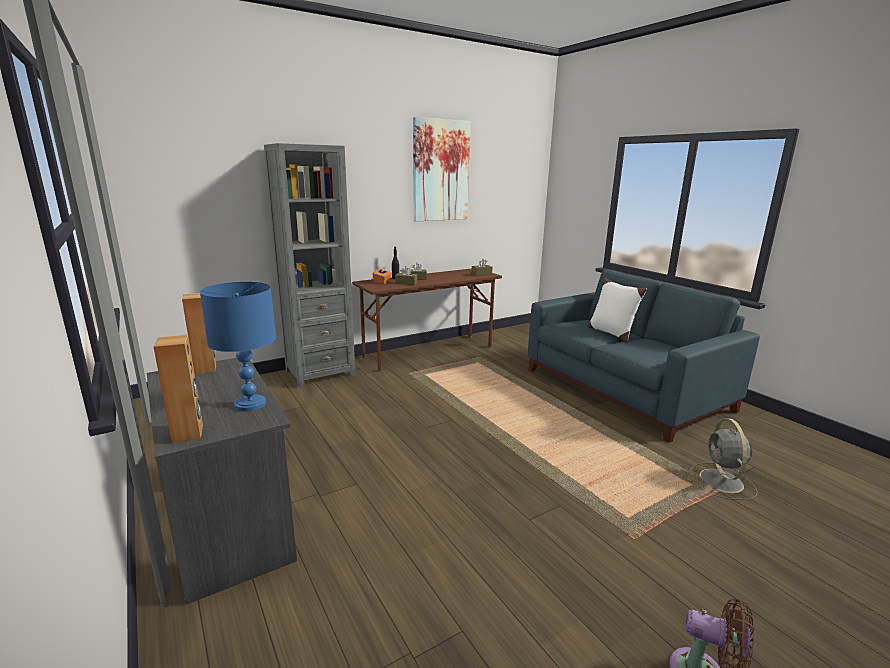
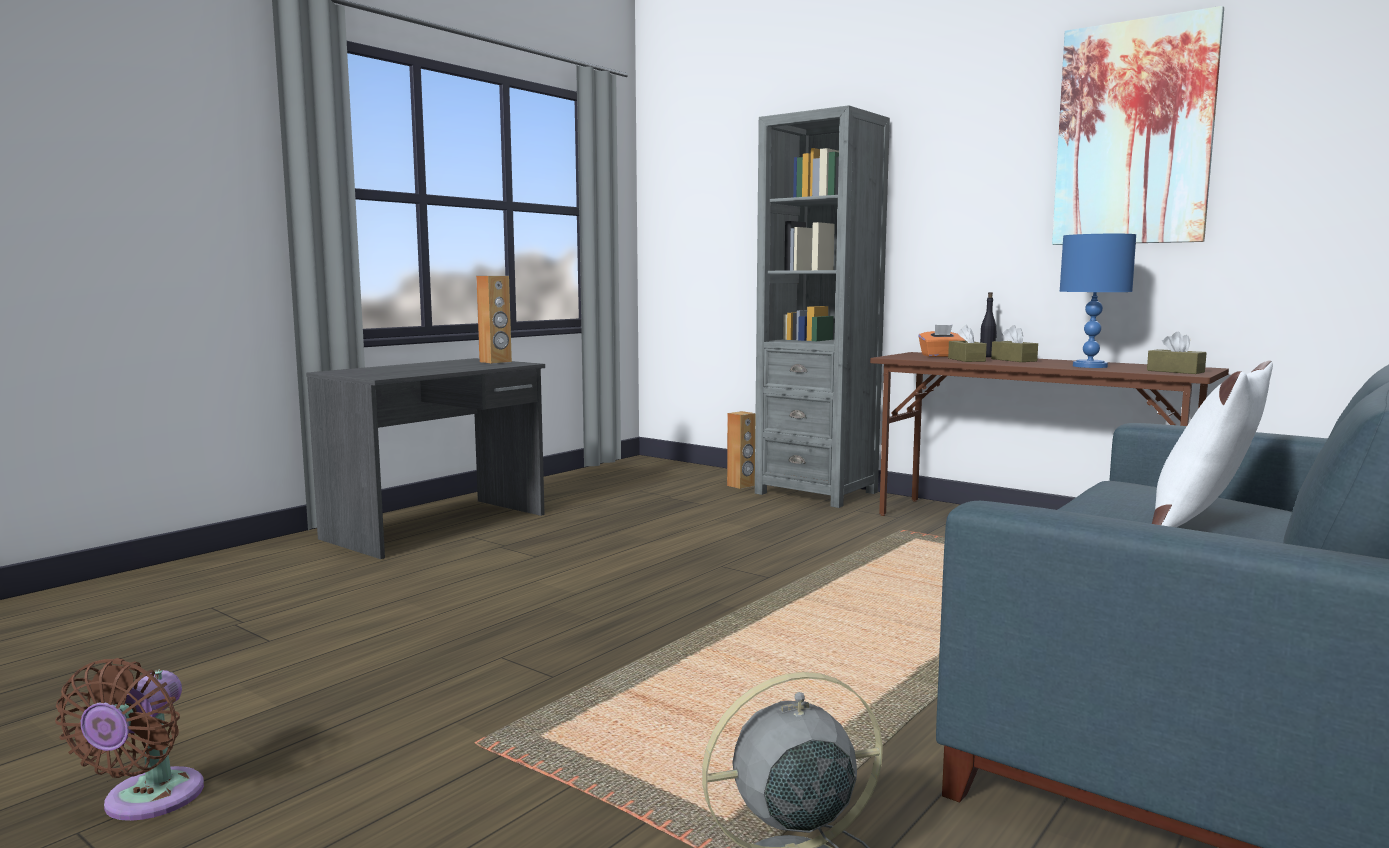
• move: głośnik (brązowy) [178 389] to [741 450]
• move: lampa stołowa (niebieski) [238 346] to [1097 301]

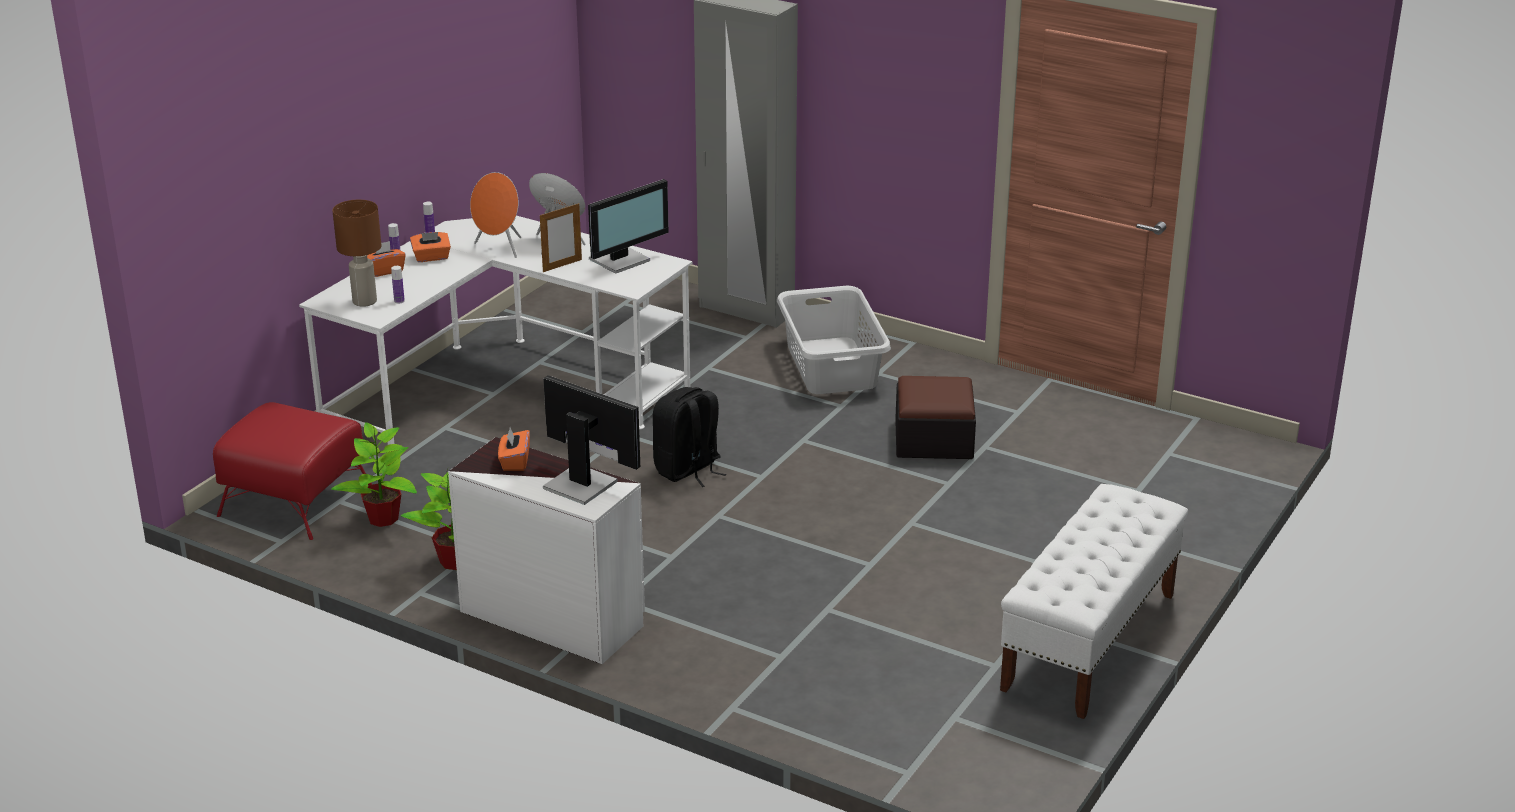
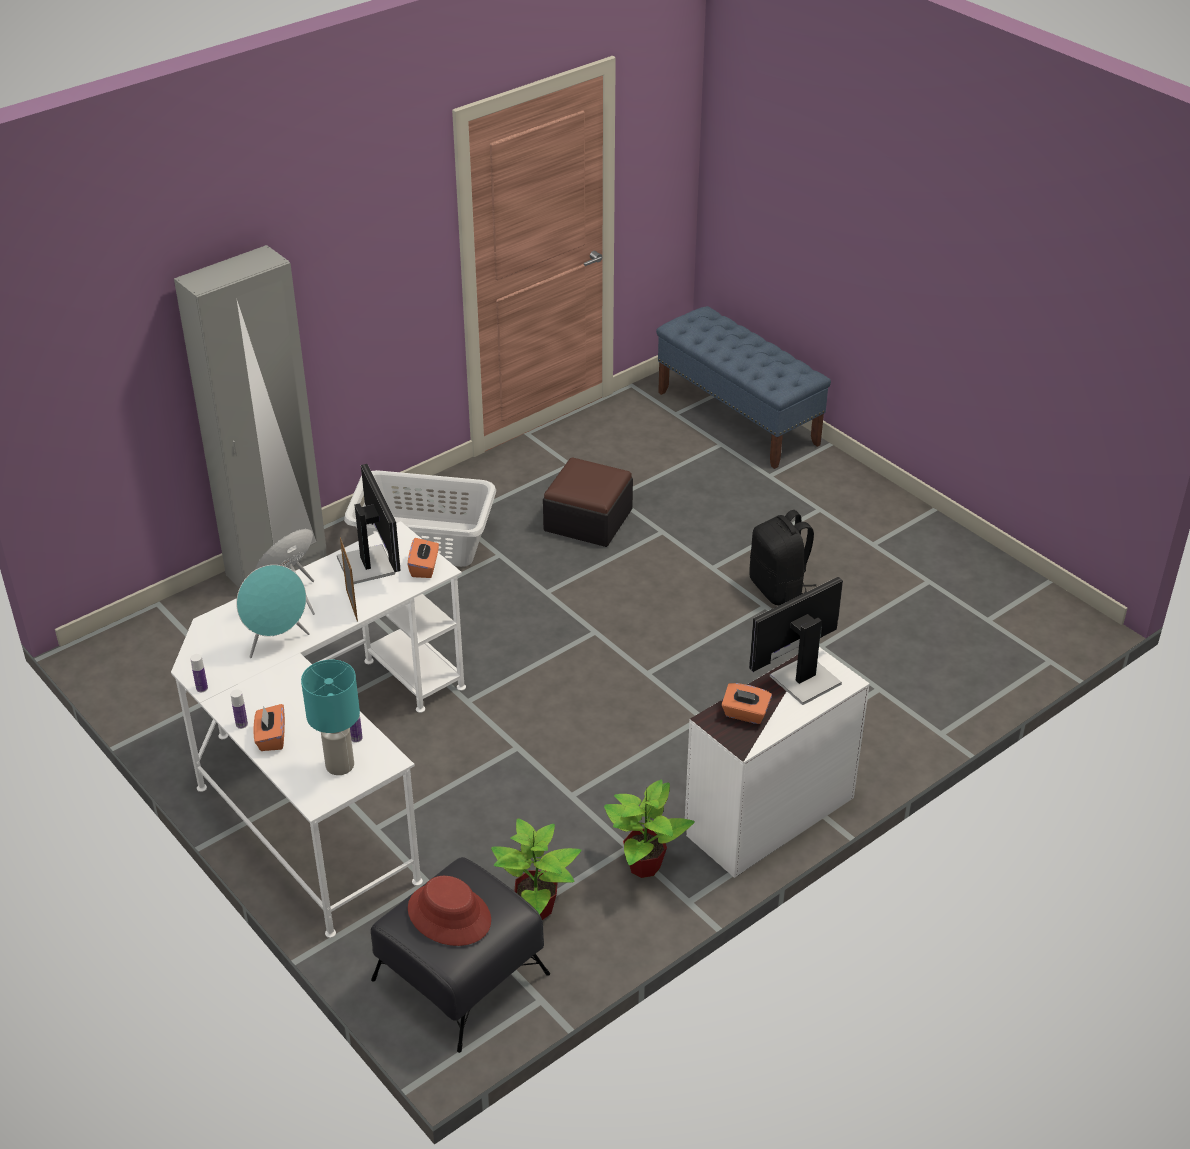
• delete: ławka (biały) [1094 601]
• insert: kapelusz (czerwony) [449 911]
• insert: ławka (niebieski) [743 387]
• move: pudełko chusteczek (pomarańczowy) [430 247] to [423 558]
• move: plecak (czarny) [689 437] to [782 558]
• recolor: pufa (czerwony) [292 471] to pufa (czarny) [460 955]
• recolor: lampa stołowa (brązowy) [357 253] to lampa stołowa (turkusowy) [330 717]
• recolor: głośnik (pomarańczowy) [495 215] to głośnik (turkusowy) [273 611]

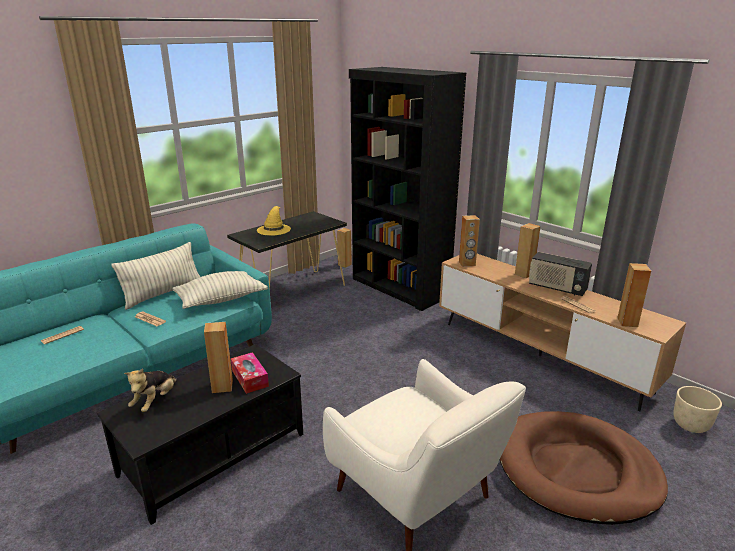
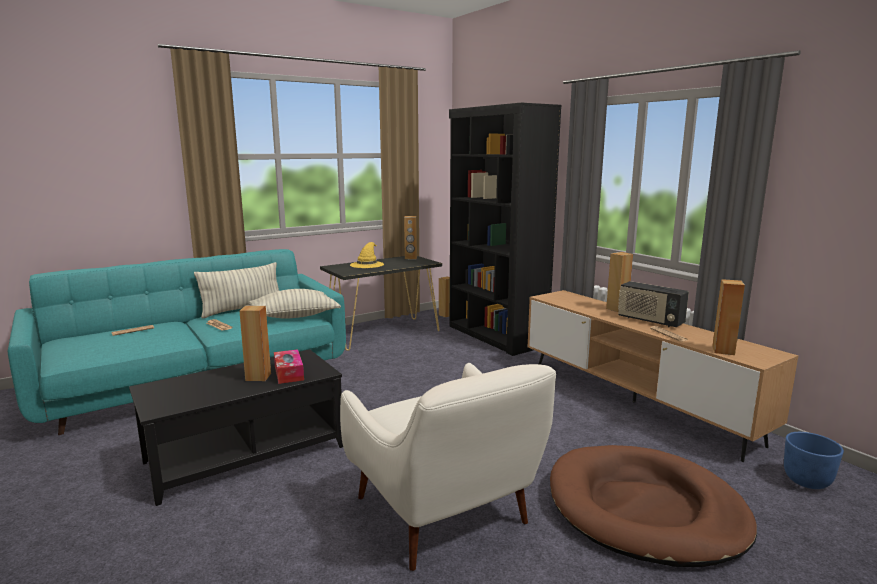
• delete: pluszak [150 390]
• move: głośnik (brązowy) [469 241] to [410 237]
• recolor: donica (beżowy) [697 409] to donica (niebieski) [814 460]

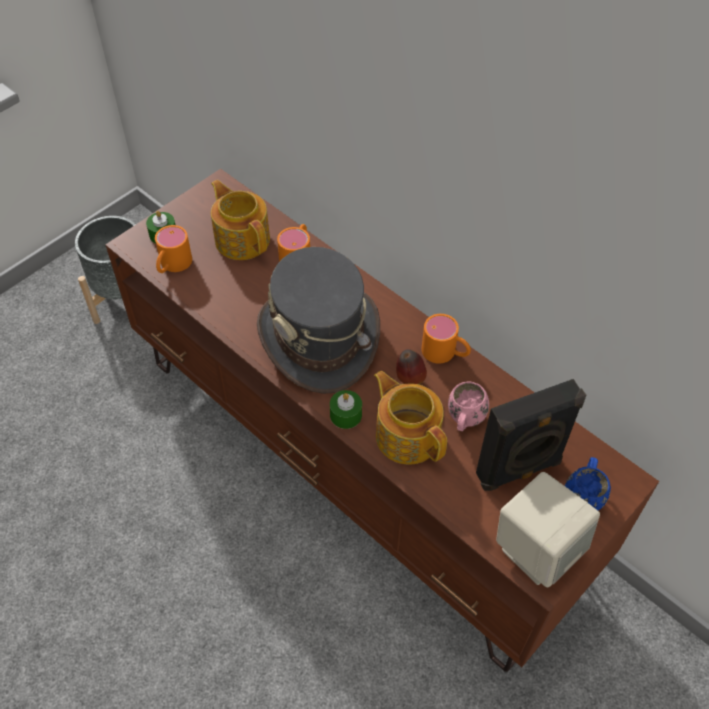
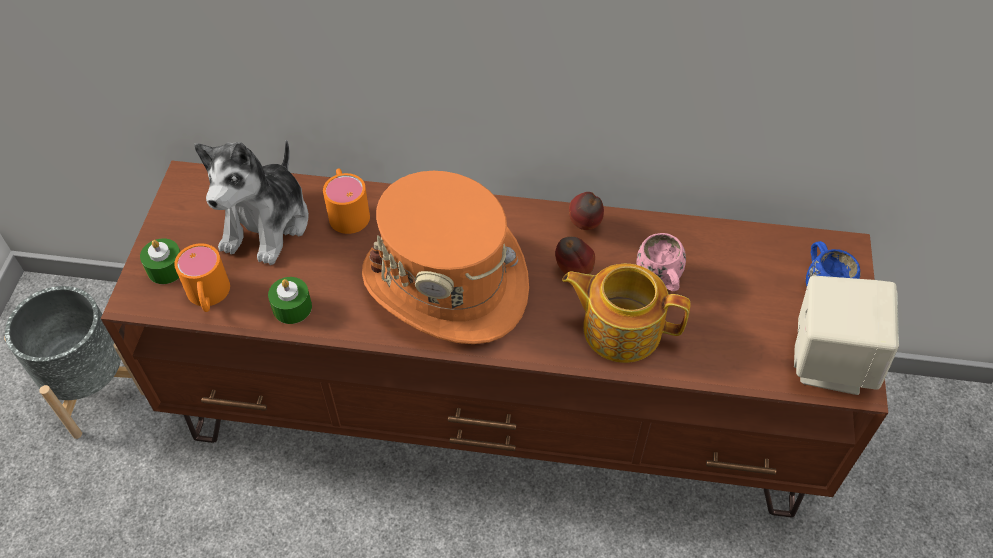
• delete: głośnik (czarny) [531 435]
• move: świeca (zielony) [346 409] to [290 300]
• replace: imbryk [240 220] to pluszak [251 202]
• replace: kubek (pomarańczowy) [446 339] to jabłko [586 211]
• recolor: kapelusz (szary) [318 320] to kapelusz (pomarańczowy) [445 257]

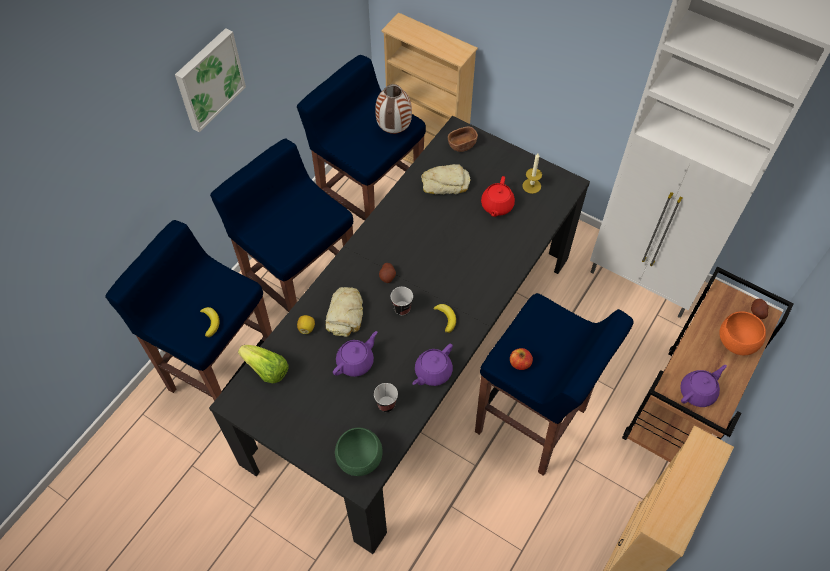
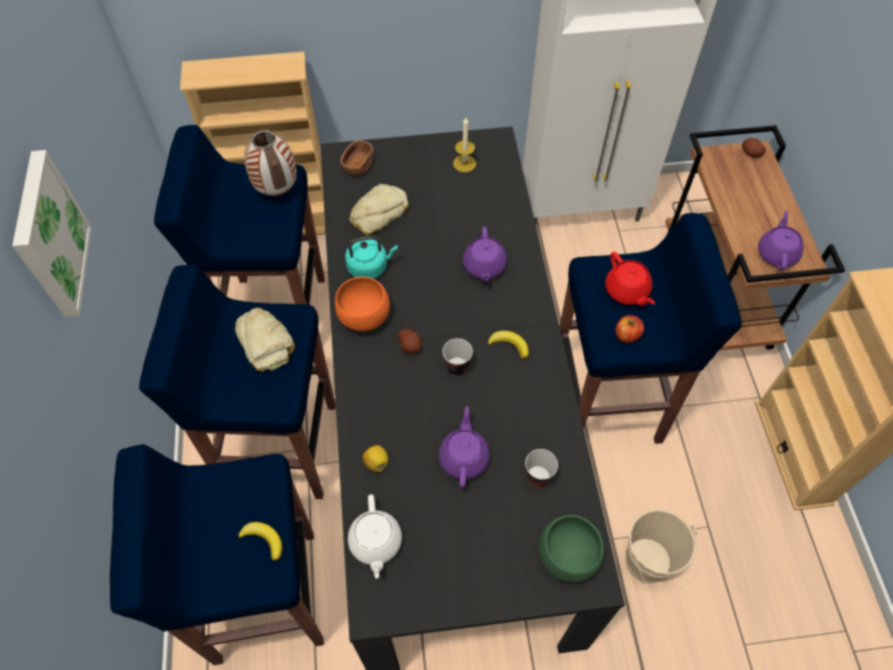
• insert: czajnik (turkusowy) [371 257]
• insert: wiadro (beżowy) [662 550]
• move: chleb [344 312] to [265 340]
• move: imbryk (fioletowy) [432 365] to [485 254]
• move: imbryk (czerwony) [498 196] to [630 279]
• move: miska (pomarańczowy) [742 333] to [362 304]
• replace: sałata [263 364] to imbryk (biały) [375 536]

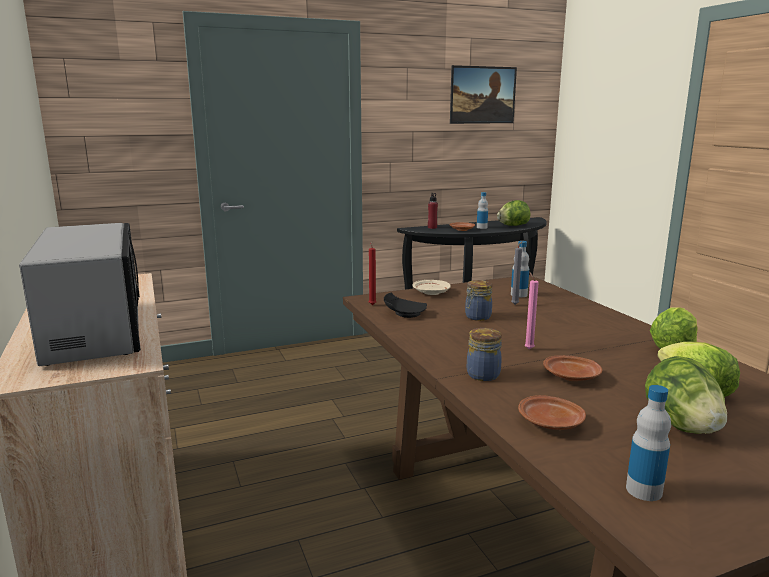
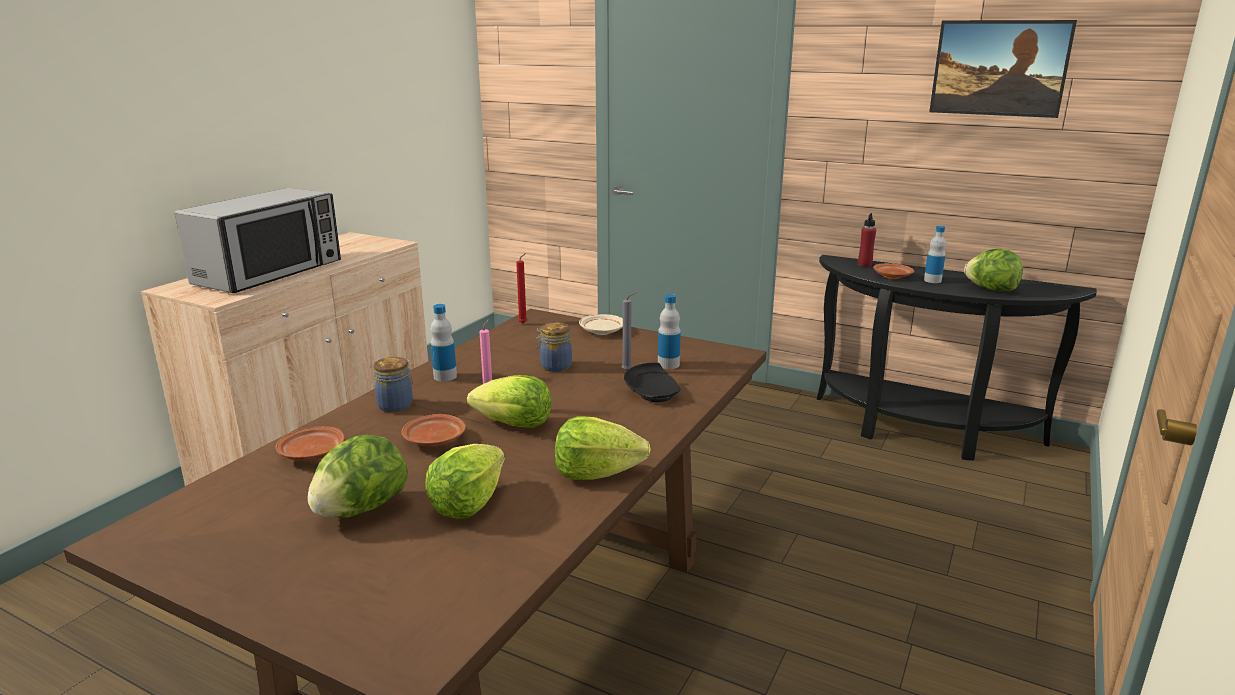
• insert: sałata [509 401]
• move: talerz (czarny) [405 305] to [652 382]
• move: butelka [648 443] to [444 342]

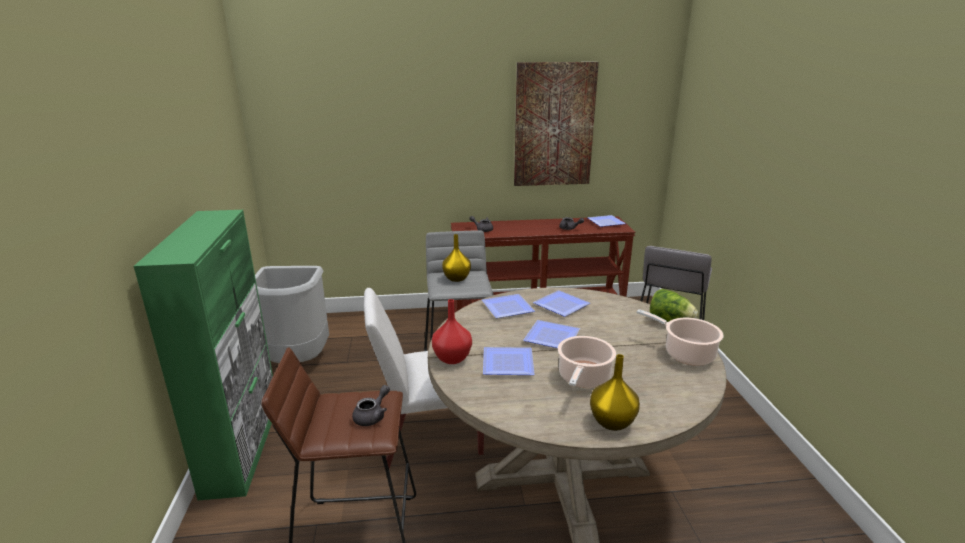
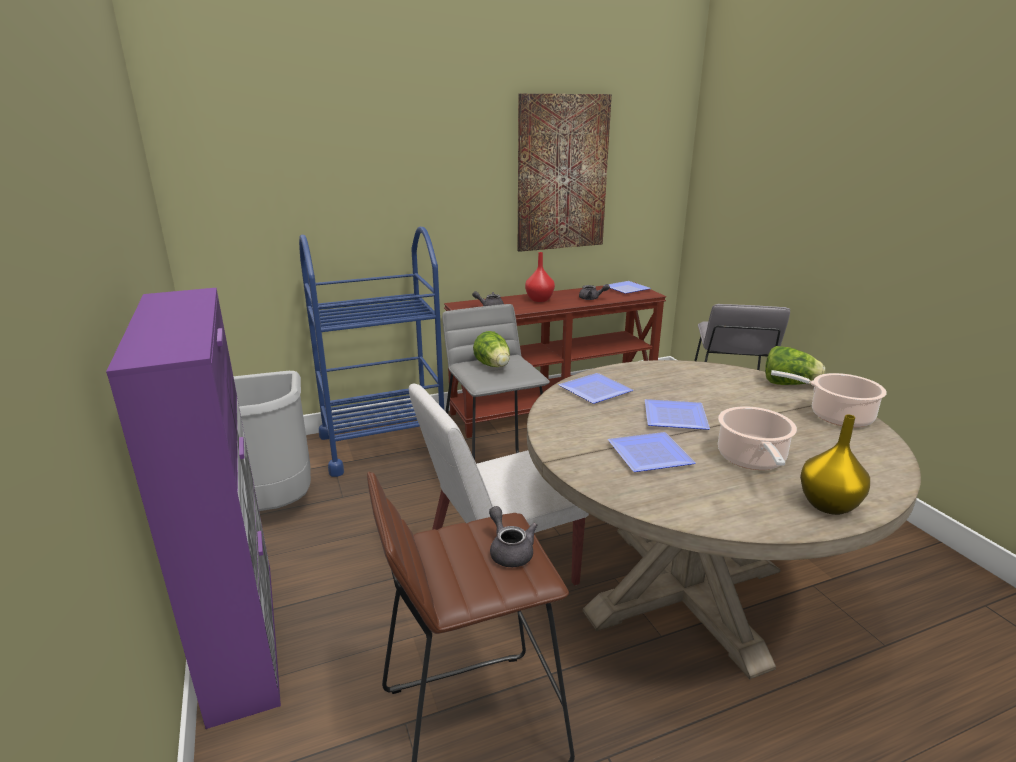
• delete: talerz [561 303]
• insert: wózek (niebieski) [371 352]
• move: wazon (czerwony) [452 331] to [540 277]
• replace: wazon (żółty) [456 258] to sałata [491 349]
• recolor: szafka (zielony) [203 355] to szafka (fioletowy) [193 508]
• rotate: imbryk (szary) [371 405] = [513 536] 45 degrees counterclockwise

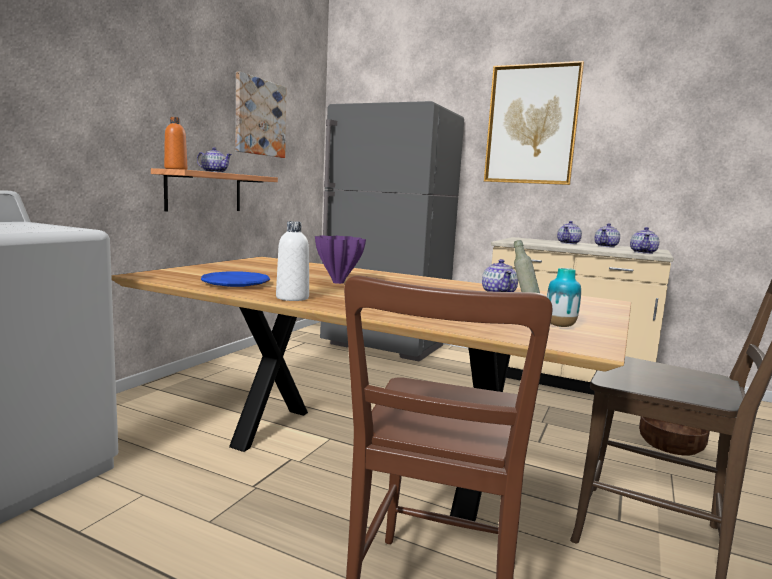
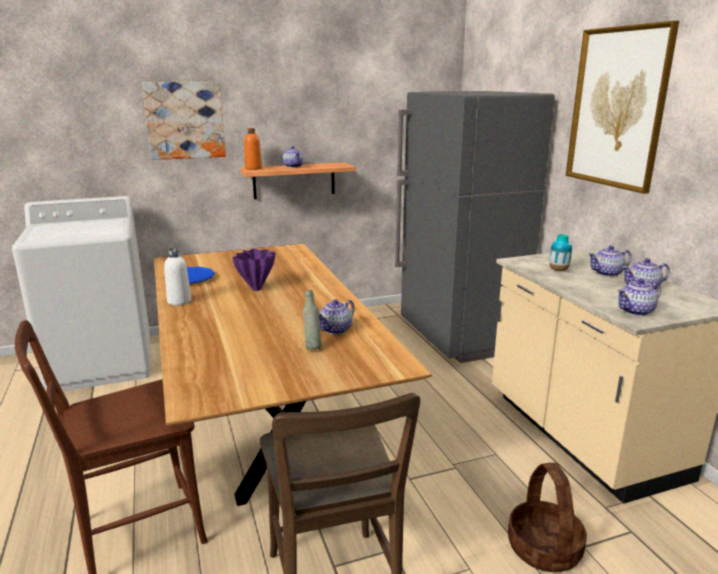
• move: obraz [261 115] to [184 121]
• move: wazon [564 297] to [560 252]

